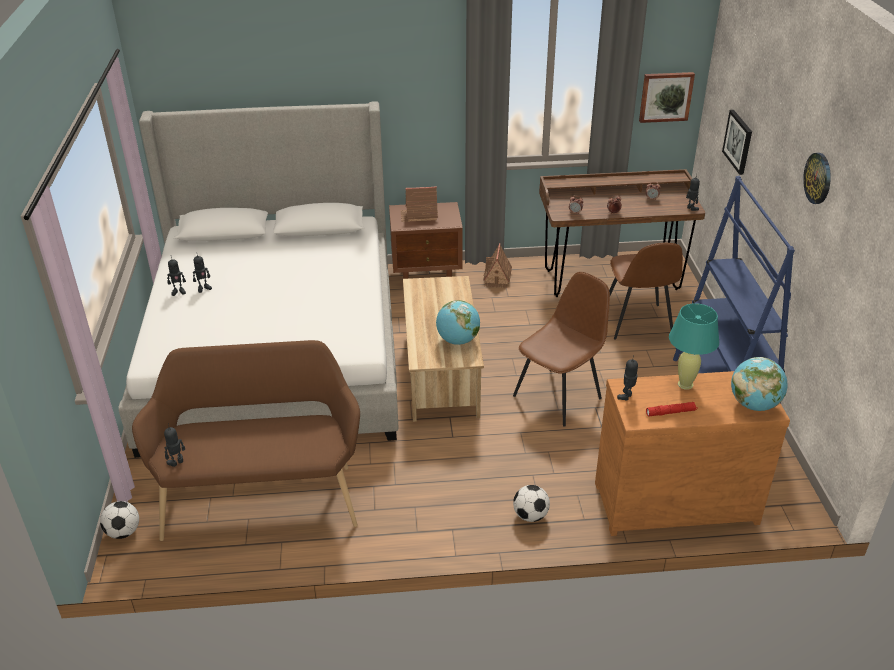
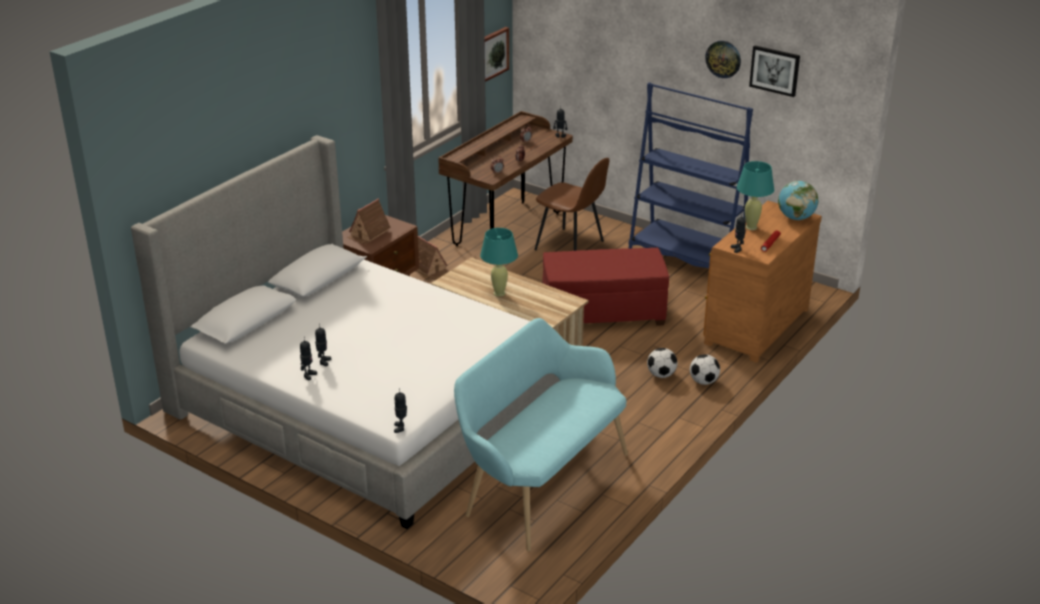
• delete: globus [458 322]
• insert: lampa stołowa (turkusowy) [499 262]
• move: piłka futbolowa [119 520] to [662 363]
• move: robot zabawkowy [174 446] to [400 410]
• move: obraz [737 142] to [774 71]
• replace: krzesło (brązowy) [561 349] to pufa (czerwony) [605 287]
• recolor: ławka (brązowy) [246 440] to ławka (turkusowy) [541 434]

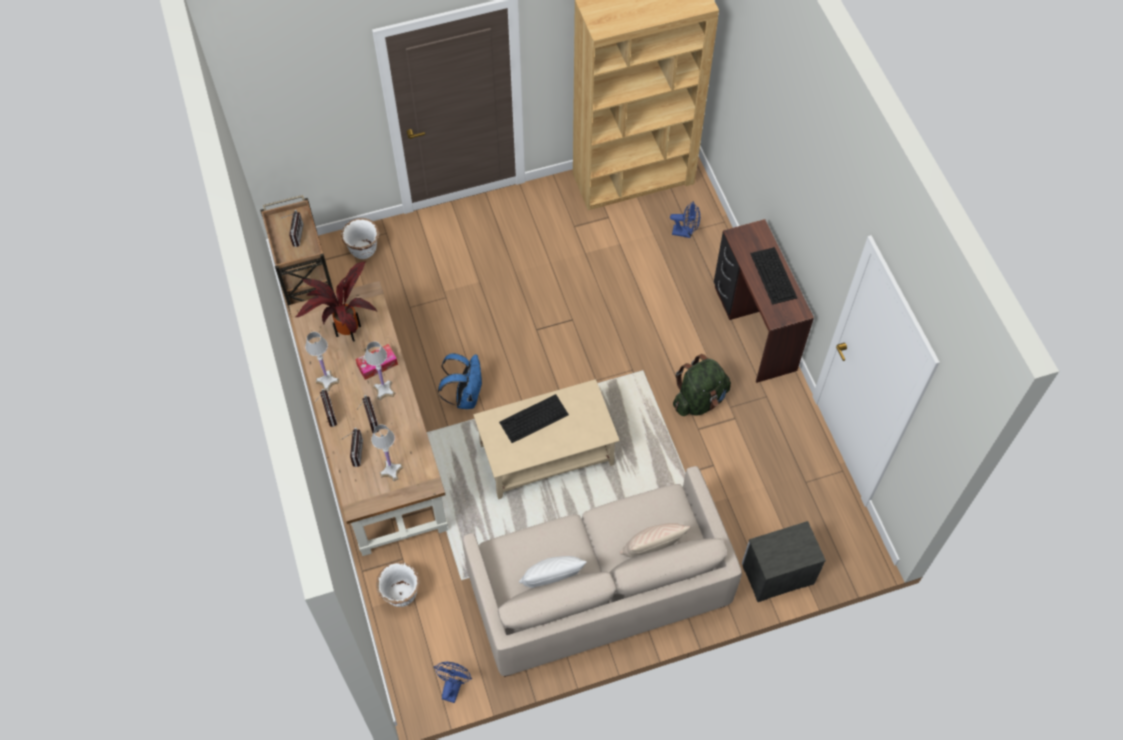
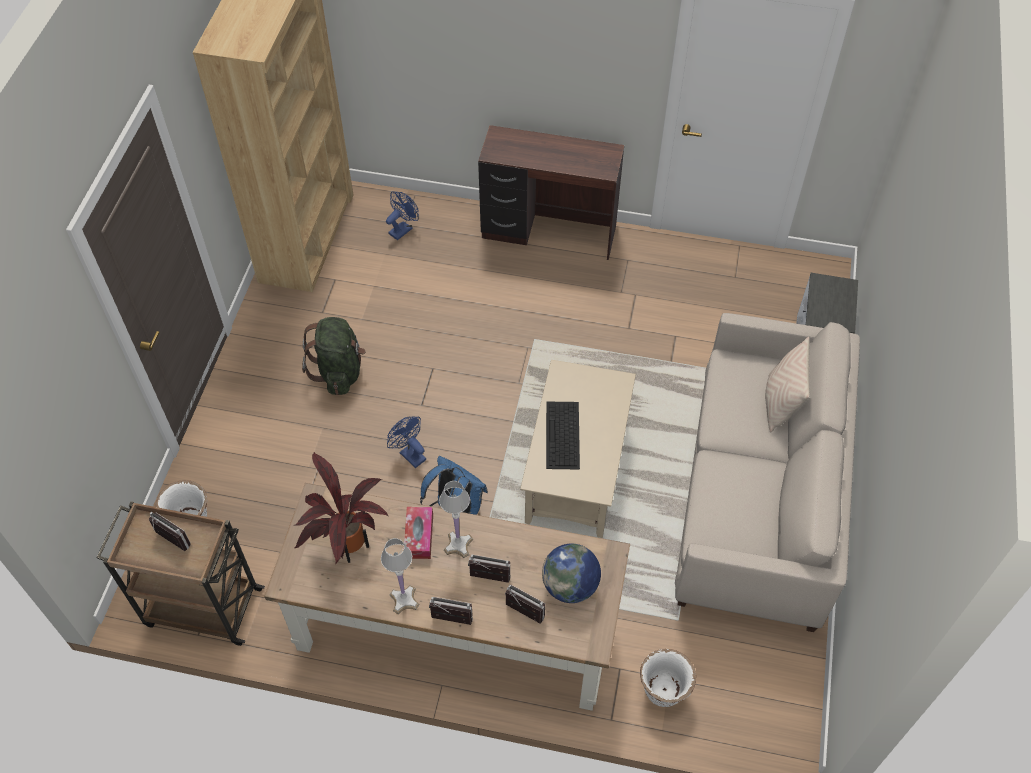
• delete: poduszka (biały) [553 572]
• delete: klawiatura [773 276]
• move: wentylator (niebieski) [453 682] to [406 442]
• move: plecak (zielony) [702 385] to [334 356]
• replace: lampa stołowa (biały) [387 453] to globus [571 573]

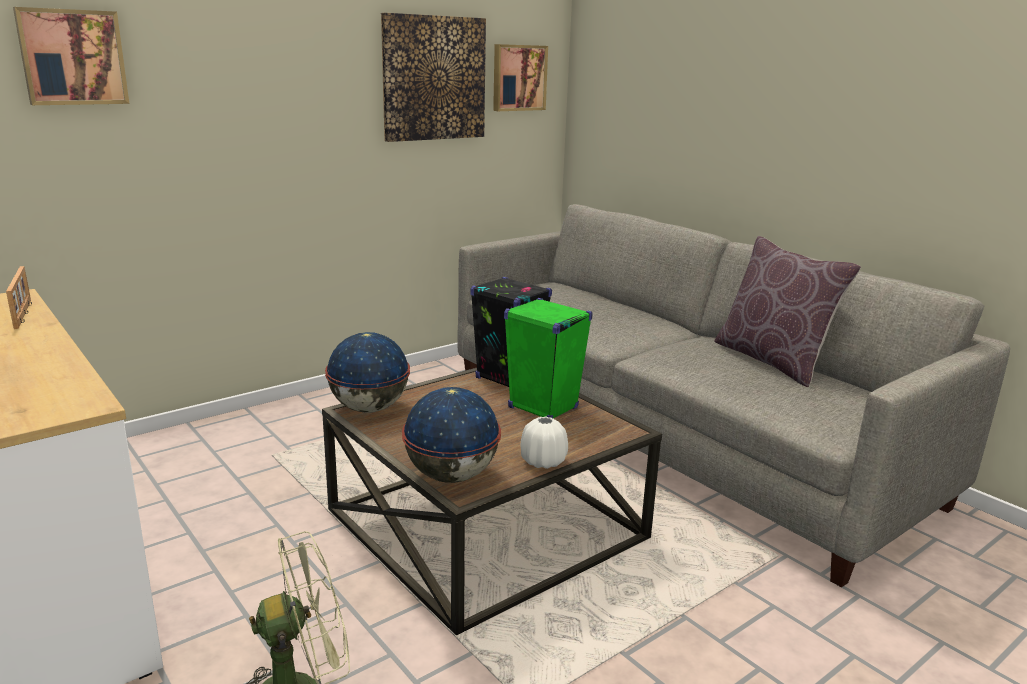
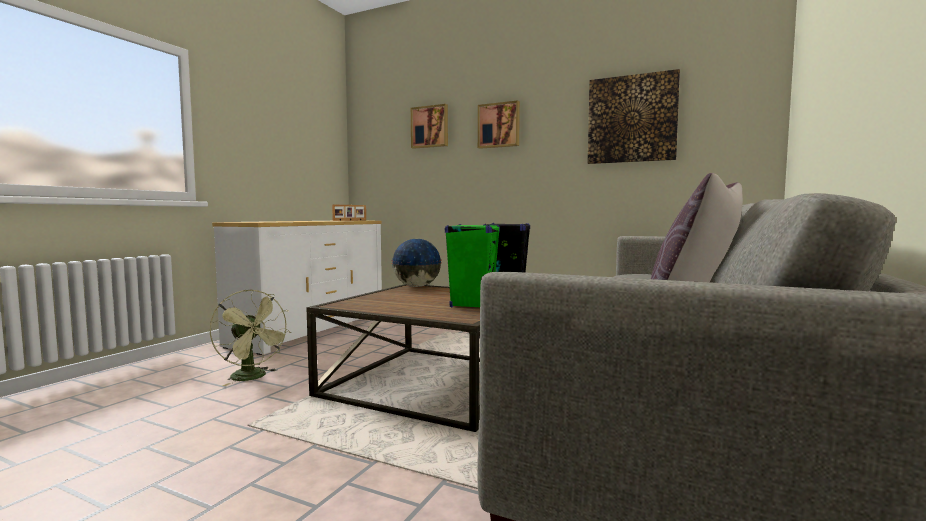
• delete: globus [451 435]
• delete: wazon (biały) [544 443]
• move: obraz [520 77] to [499 124]

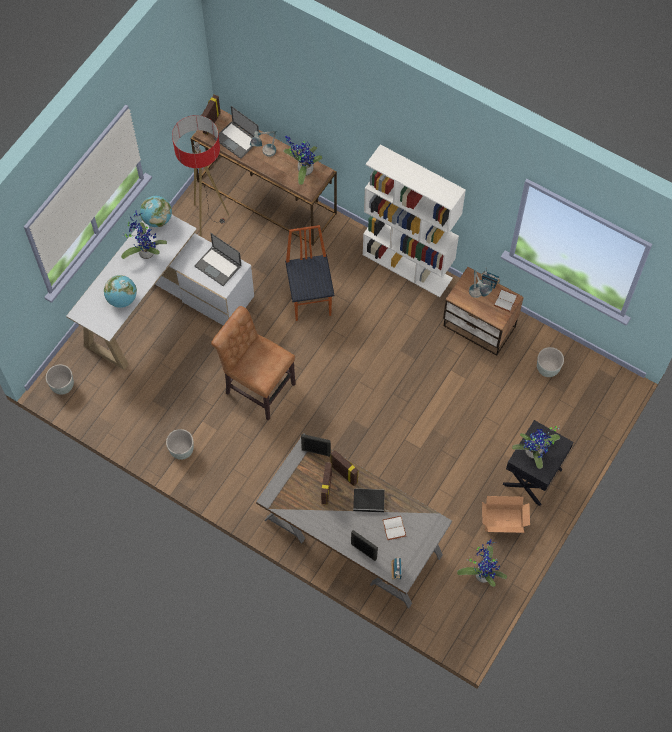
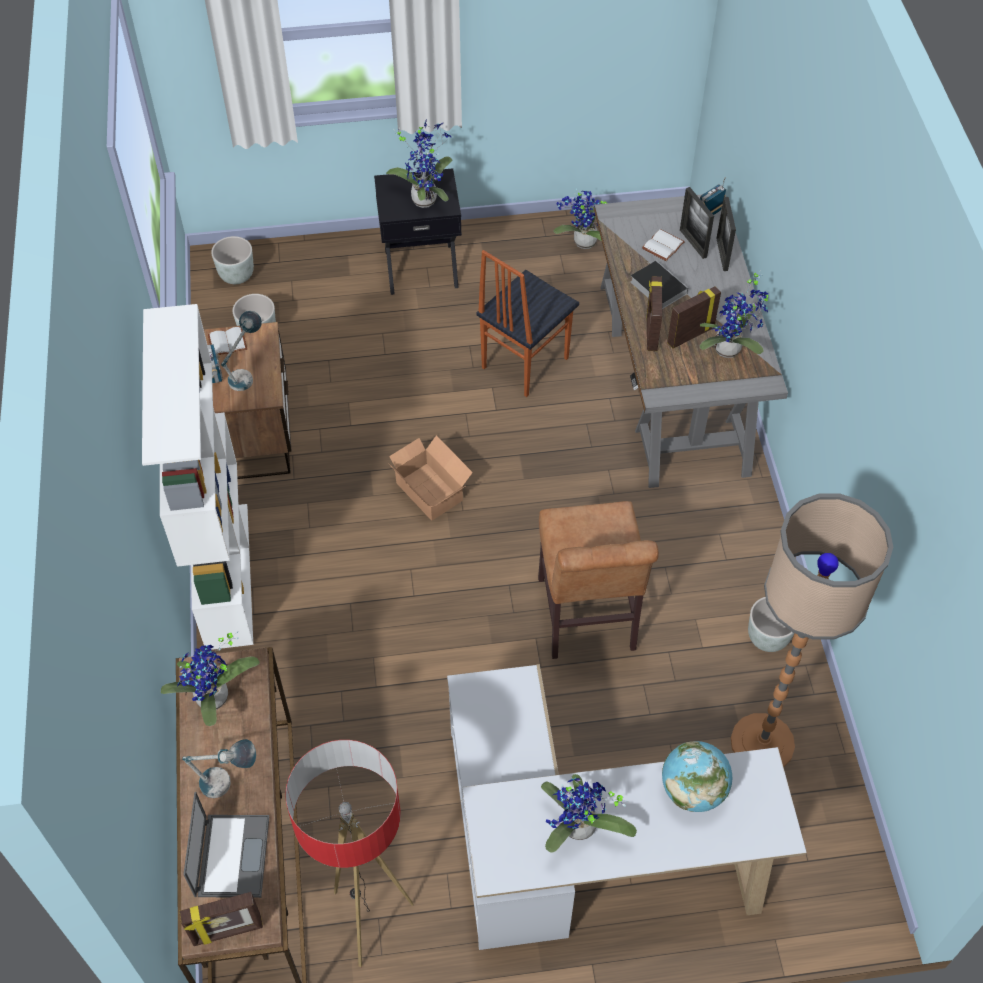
• delete: globus [156 211]
• delete: laptop [217 259]
• insert: roślina doniczkowa [734 314]
• insert: lampa stojąca [812 630]
• move: donica (szary) [60 380] to [232 260]
• move: krzesło [309 273] to [528 323]
• move: ramka na zdjęcie [316 445] to [697 223]
• move: karton [506 514] to [430 478]

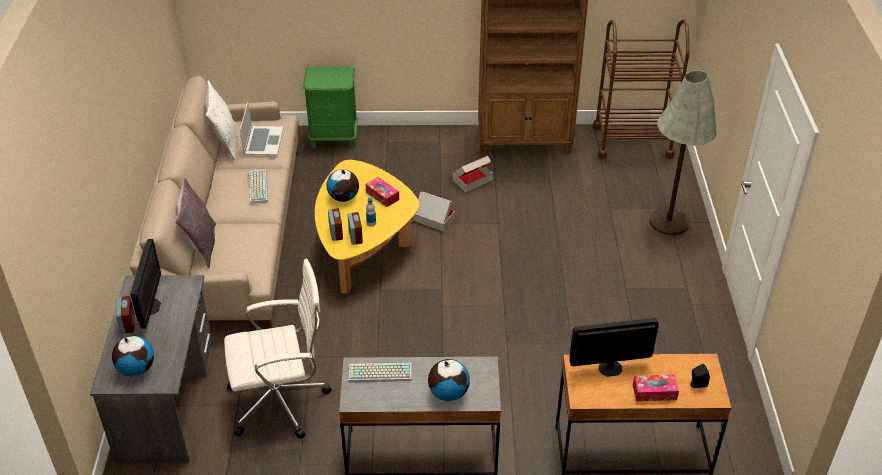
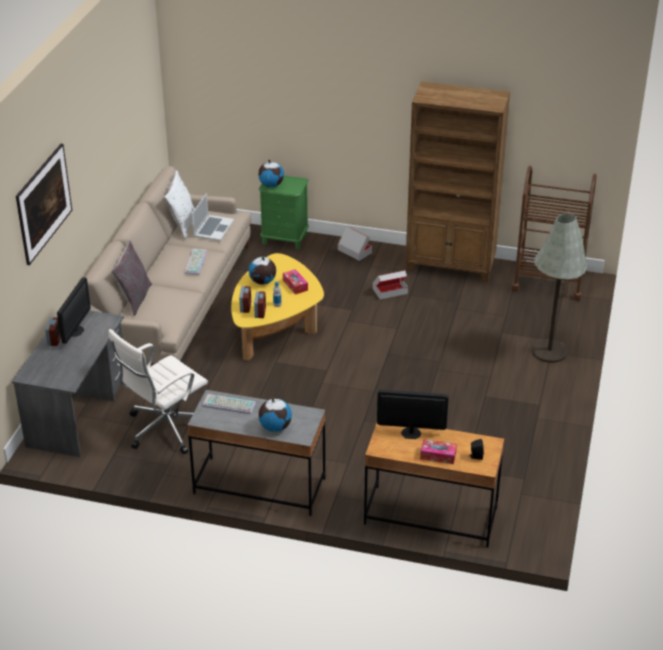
• insert: obraz [44 204]
• move: globus [133 356] to [271 173]
• move: karton [434 212] to [355 244]
• rotate: krzesło biurowe (biały) [278 349] = [158 391] 135 degrees clockwise

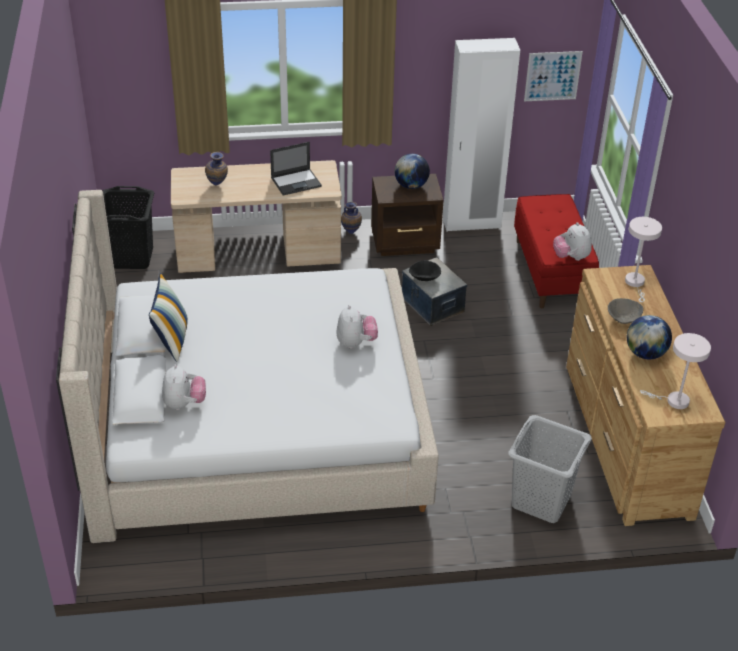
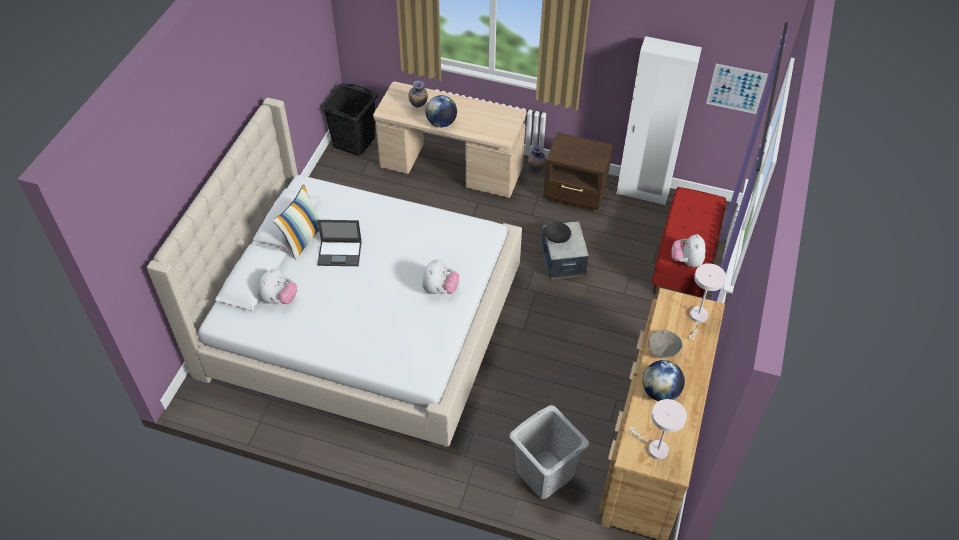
• move: laptop [296 169] to [339 243]
• move: globus [412 171] to [441 111]

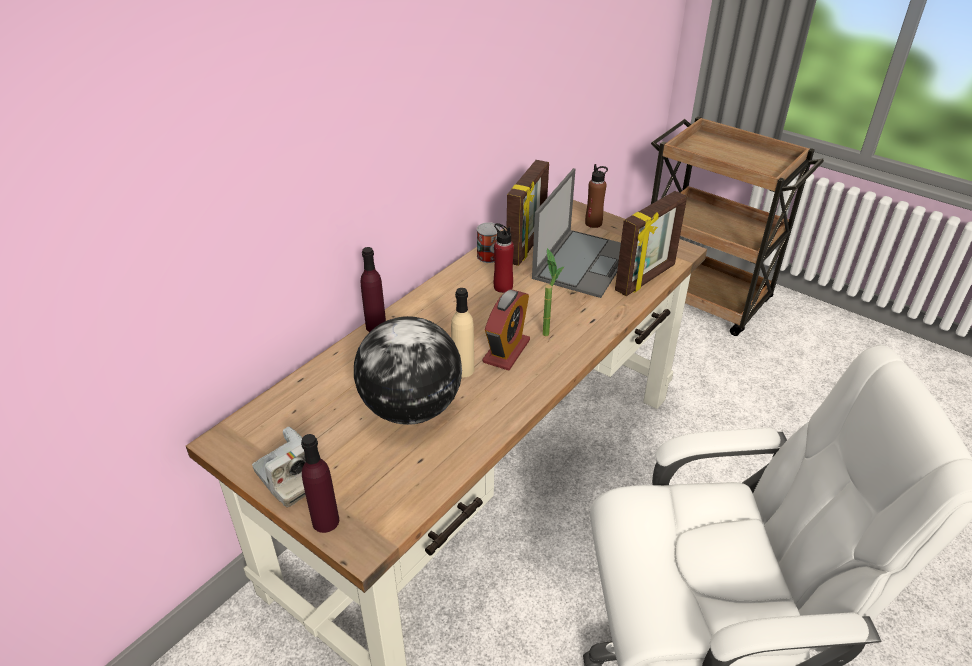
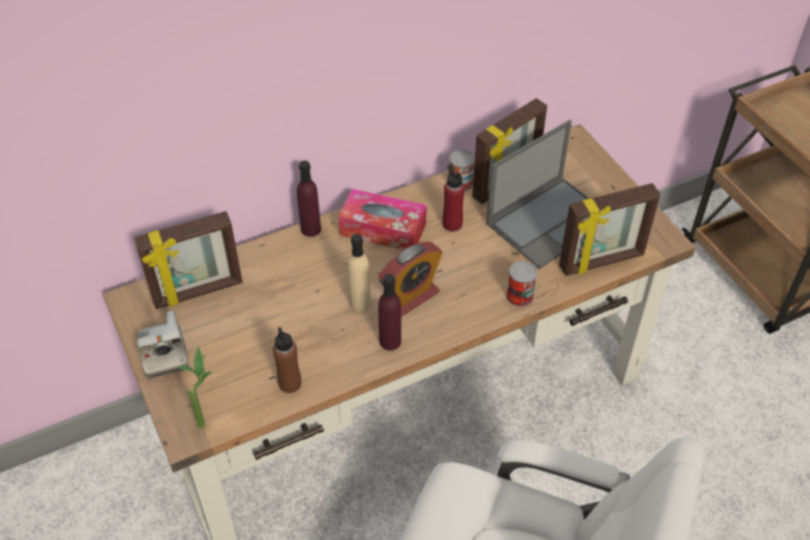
• delete: globus [408 370]
• insert: ramka na zdjęcie [188 260]
• insert: pudełko chusteczek [382 219]
• insert: puszka [521 284]
• move: butelka (fioletowy) [320 483] to [389 312]
• move: roślina doniczkowa [553 292] to [195 388]
• move: butelka (brązowy) [596 196] to [287 360]

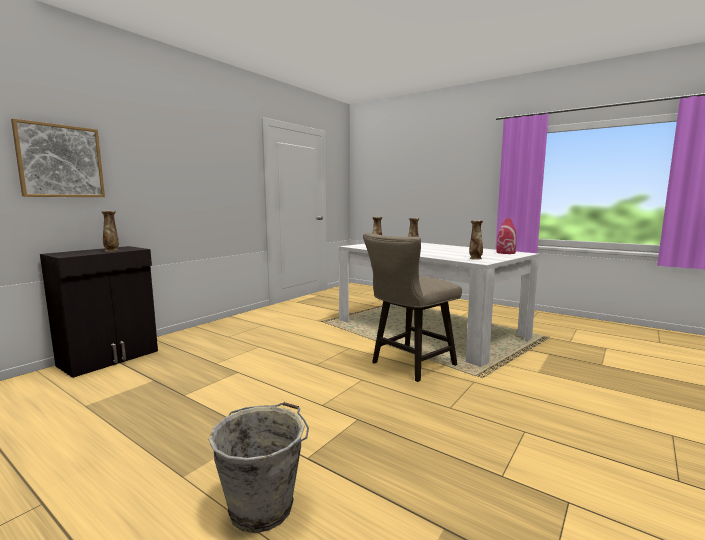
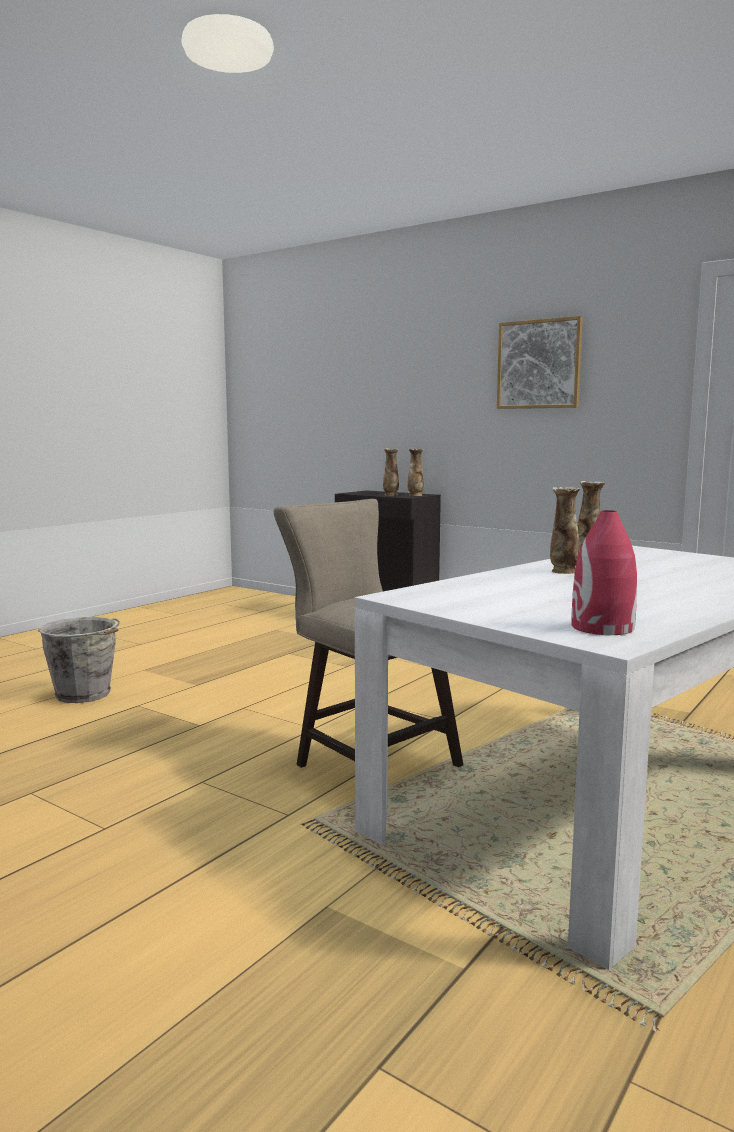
• move: obraz [58 157] to [540 362]
• move: wazon [476 240] to [416 472]

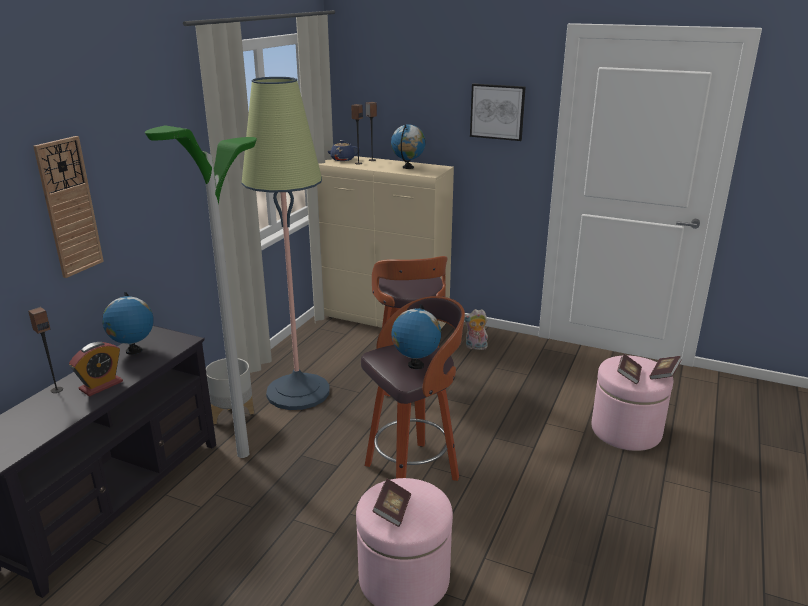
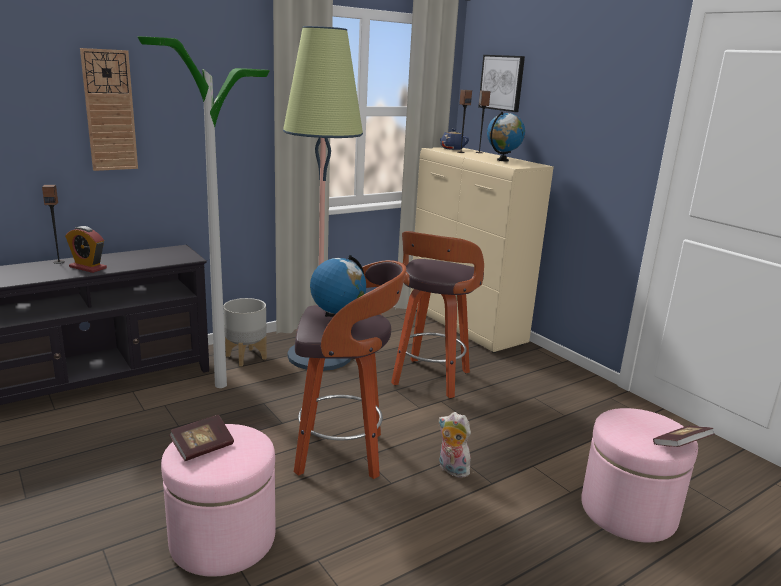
• delete: globus [128 323]
• delete: książka [629 369]
• move: pluszak [476 329] to [455 445]
• move: obraz [498 112] to [501 83]
• rotate: budzik [96 369] = [86 249] 45 degrees clockwise

